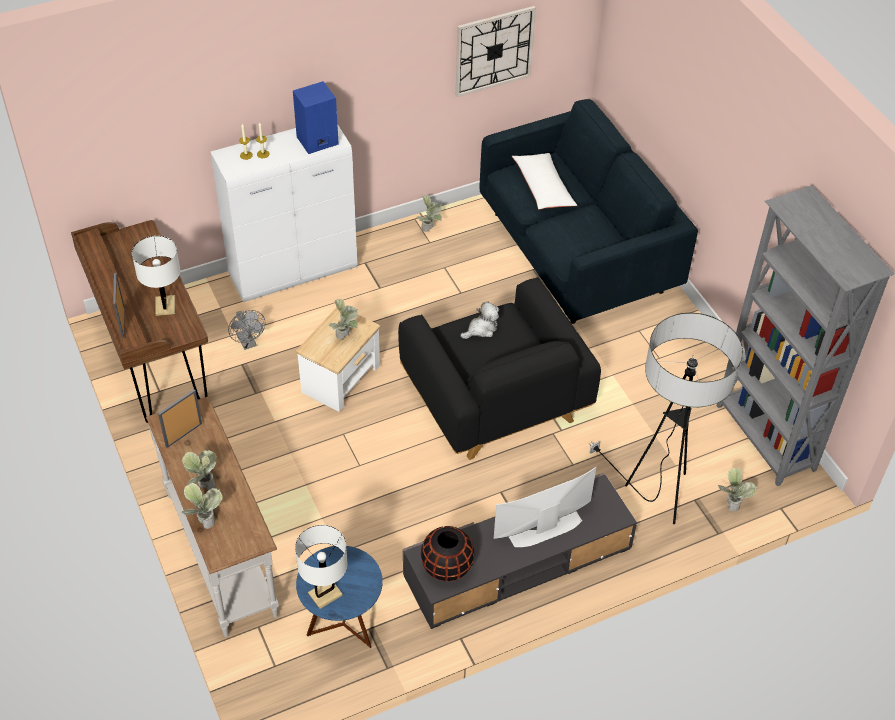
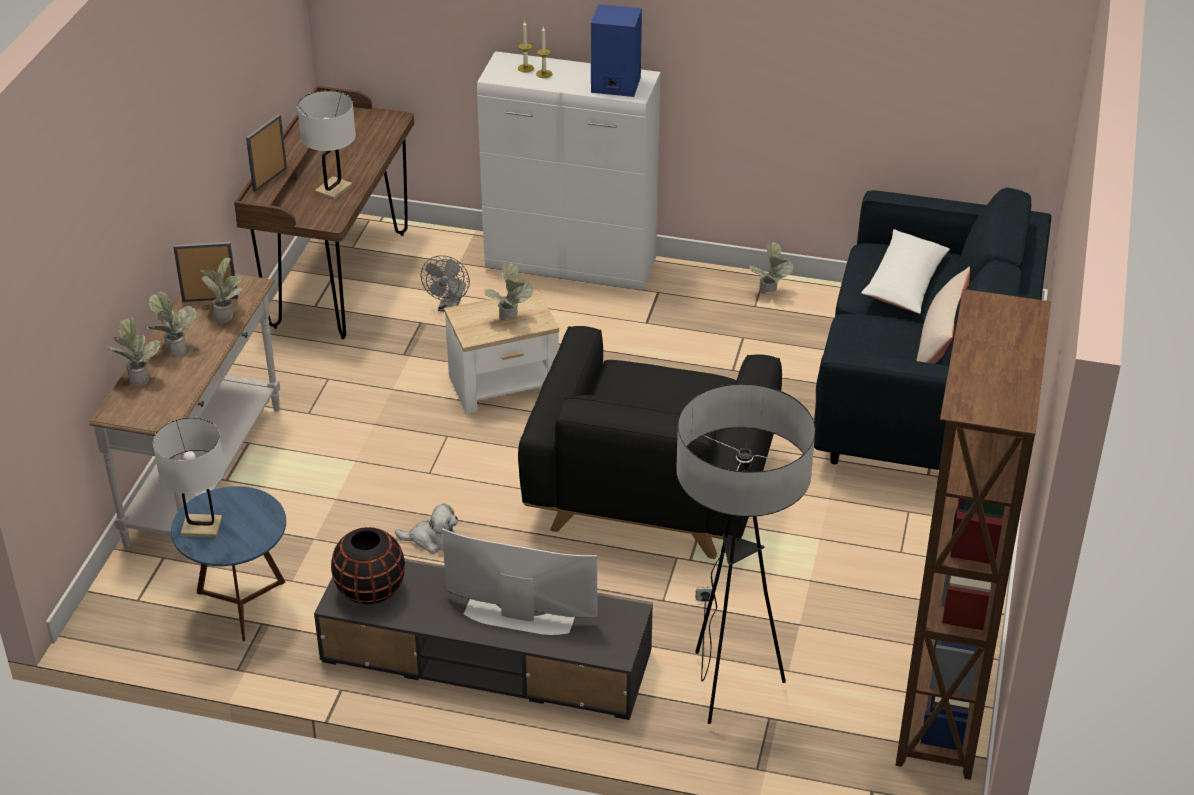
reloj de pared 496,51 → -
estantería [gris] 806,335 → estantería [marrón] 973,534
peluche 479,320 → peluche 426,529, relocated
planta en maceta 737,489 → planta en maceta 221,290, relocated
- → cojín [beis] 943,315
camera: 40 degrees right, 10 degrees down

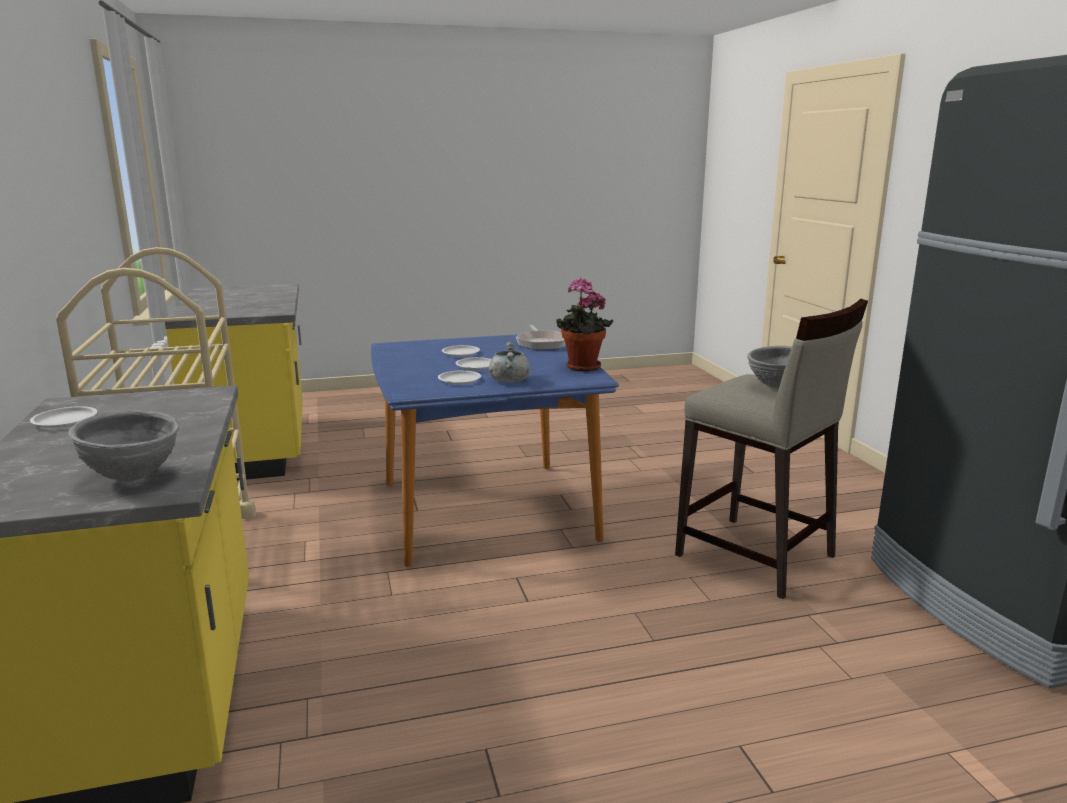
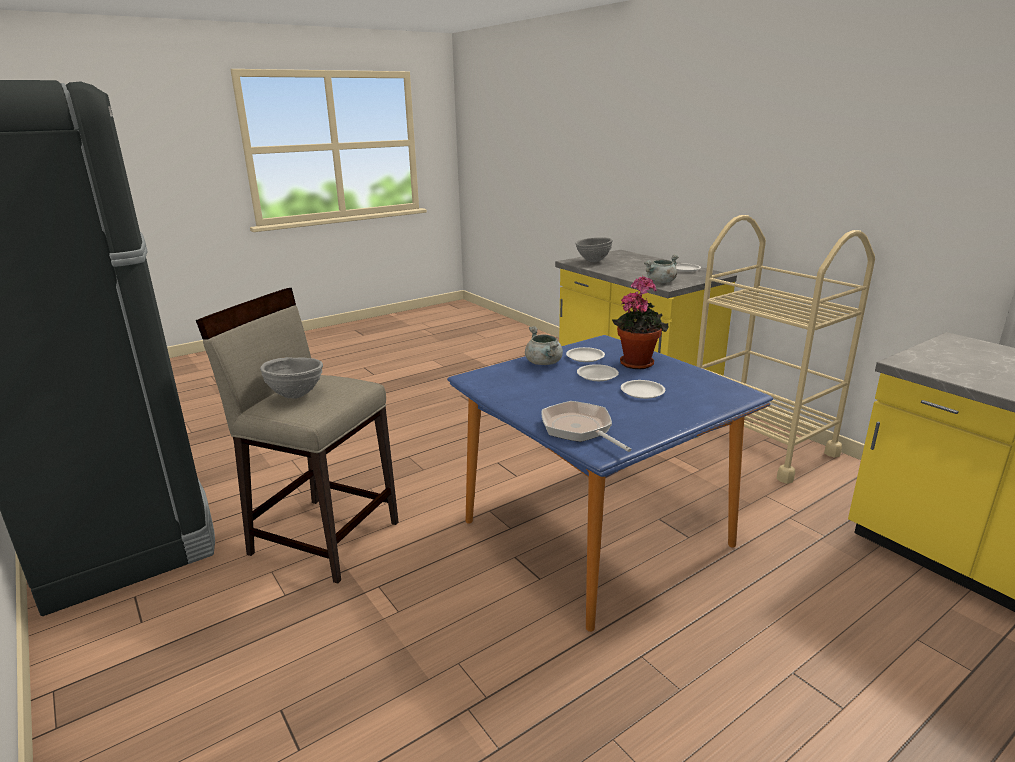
planta en maceta 585,324 → planta en maceta 640,322, relocated
- → olla [gris] 661,269
camera: 160 degrees right, 5 degrees up

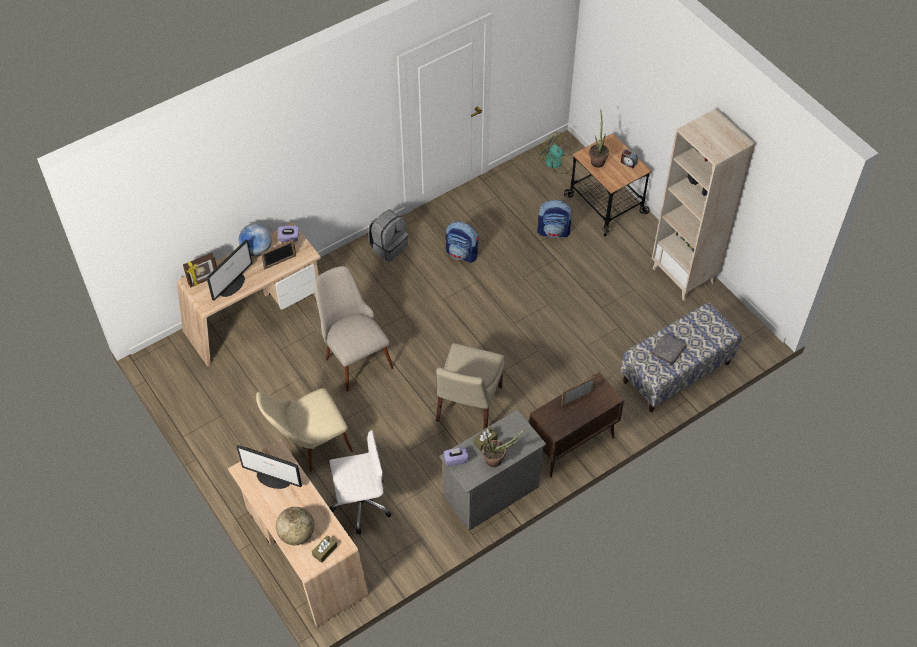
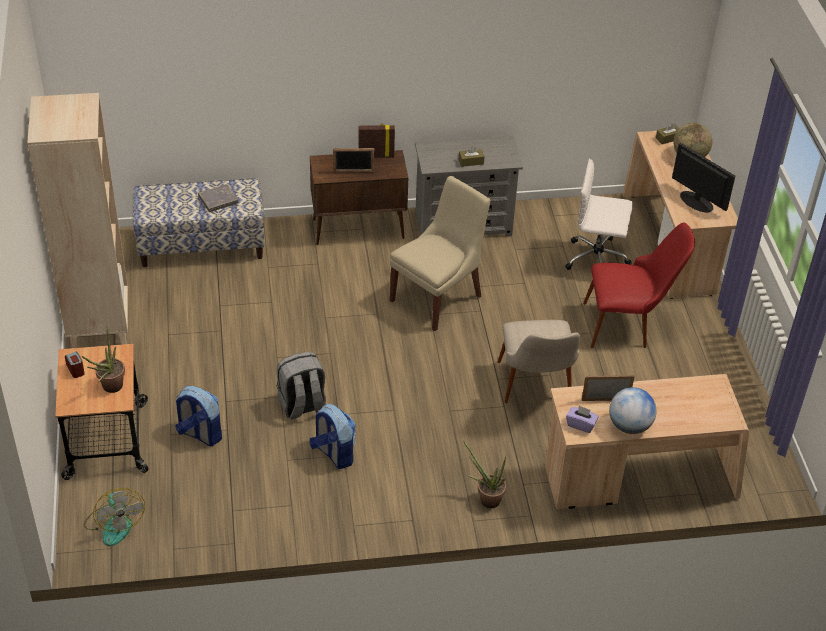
mochila [gris] 388,236 → mochila [gris] 301,385, relocated
monitor 229,270 → -
portarretratos 200,270 → portarretratos 377,141, relocated
silla [beis] 304,430 → silla [rojo] 639,285
planta en maceta 503,448 → planta en maceta 484,474, relocated
caja de pañuelos [morado] 456,456 → -
camera: 155 degrees left, 10 degrees down

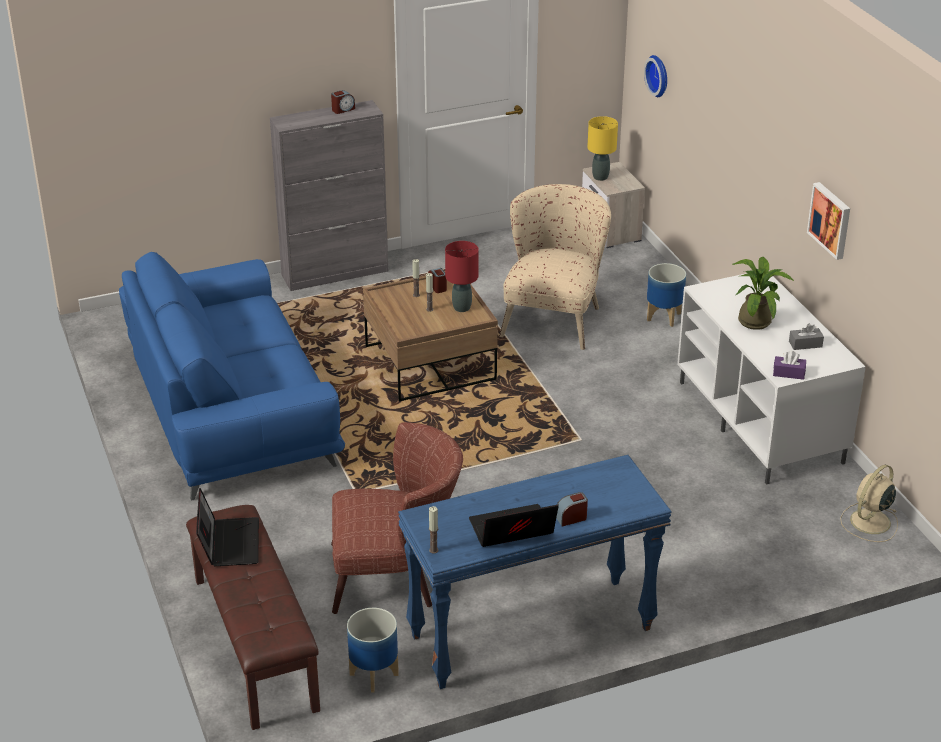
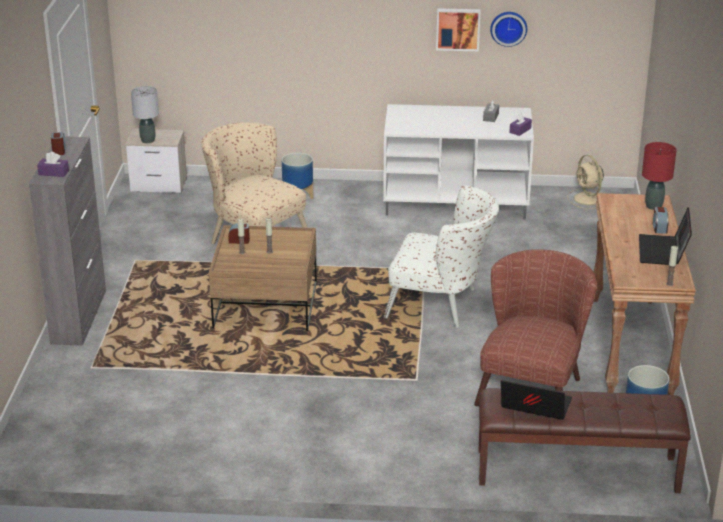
reloj de pared 655,76 → reloj de pared 508,29, relocated
lámpara de mesa [amarillo] 602,148 → lámpara de mesa [gris] 145,115
lámpara de mesa [rojo] 462,276 → lámpara de mesa [rojo] 659,176, relocated
sofá [azul] 232,376 → -
planta en maceta 763,293 → -
mesa consola [azul] 535,572 → mesa consola [marrón] 645,294
- → caja de pañuelos [morado] 53,164
- → sillón [blanco] 441,256
camera: 65 degrees left, 5 degrees down

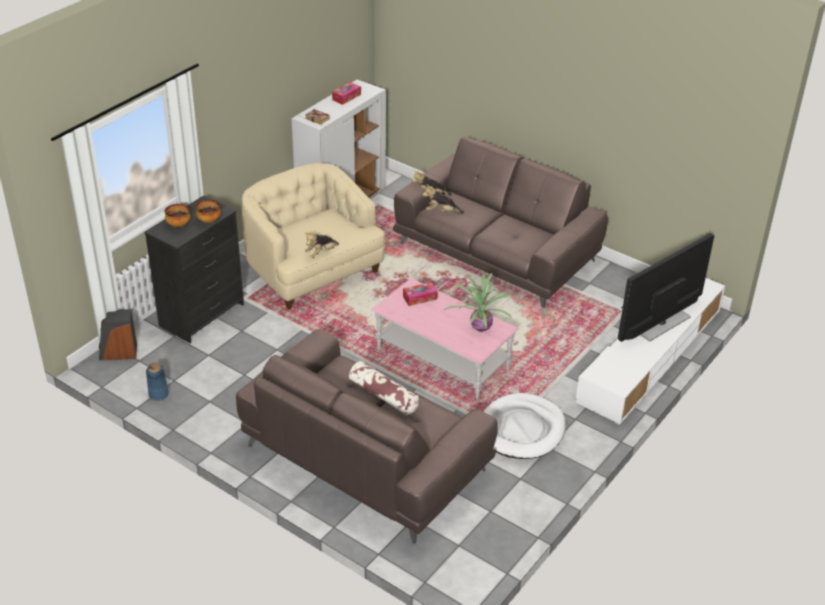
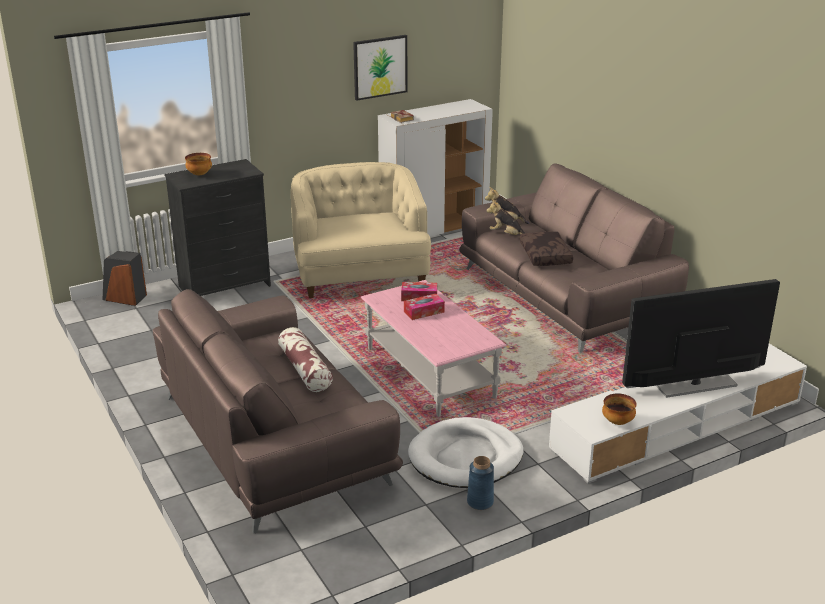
caja de pañuelos 346,93 → caja de pañuelos 424,307, relocated
cuenco 208,211 → cuenco 619,409, relocated
peluche 322,245 → -
planta en maceta 478,302 → -
florero [azul] 157,381 → florero [azul] 480,483, relocated
- → cuadro 380,68
- → cojín [marrón] 546,248
camera: 25 degrees right, 10 degrees down

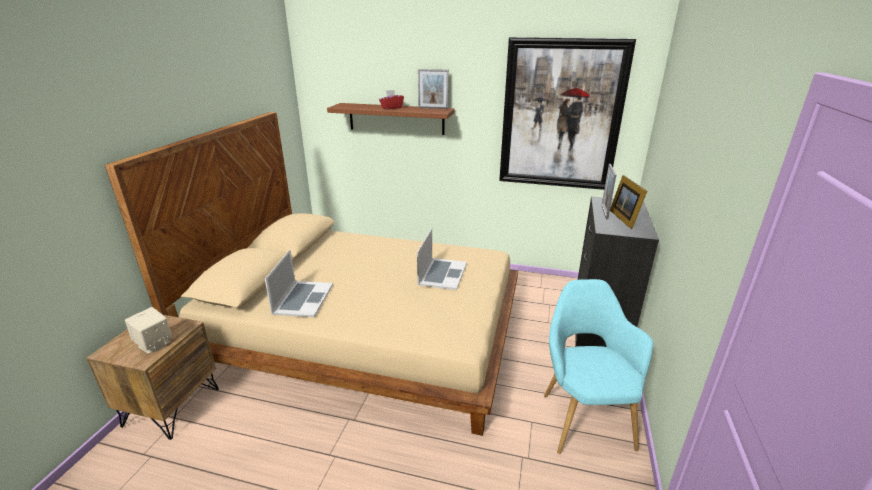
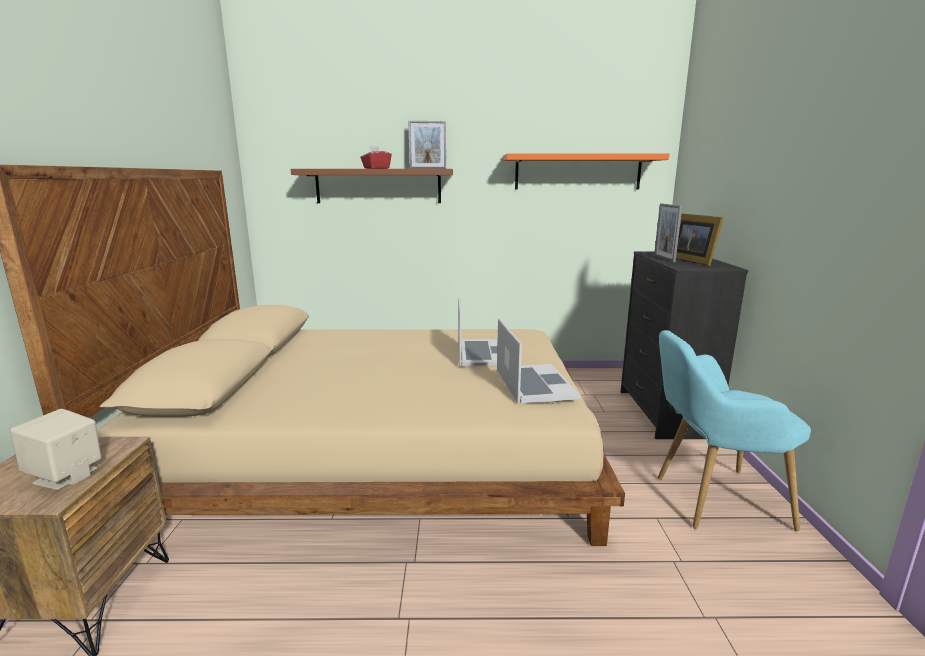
cuadro 567,113 → estante [naranja] 586,171
portátil 299,283 → portátil 539,360, relocated
sillón [turquesa] 598,366 → sillón [turquesa] 734,430, 75 degrees counterclockwise
camera: 15 degrees left, 10 degrees down

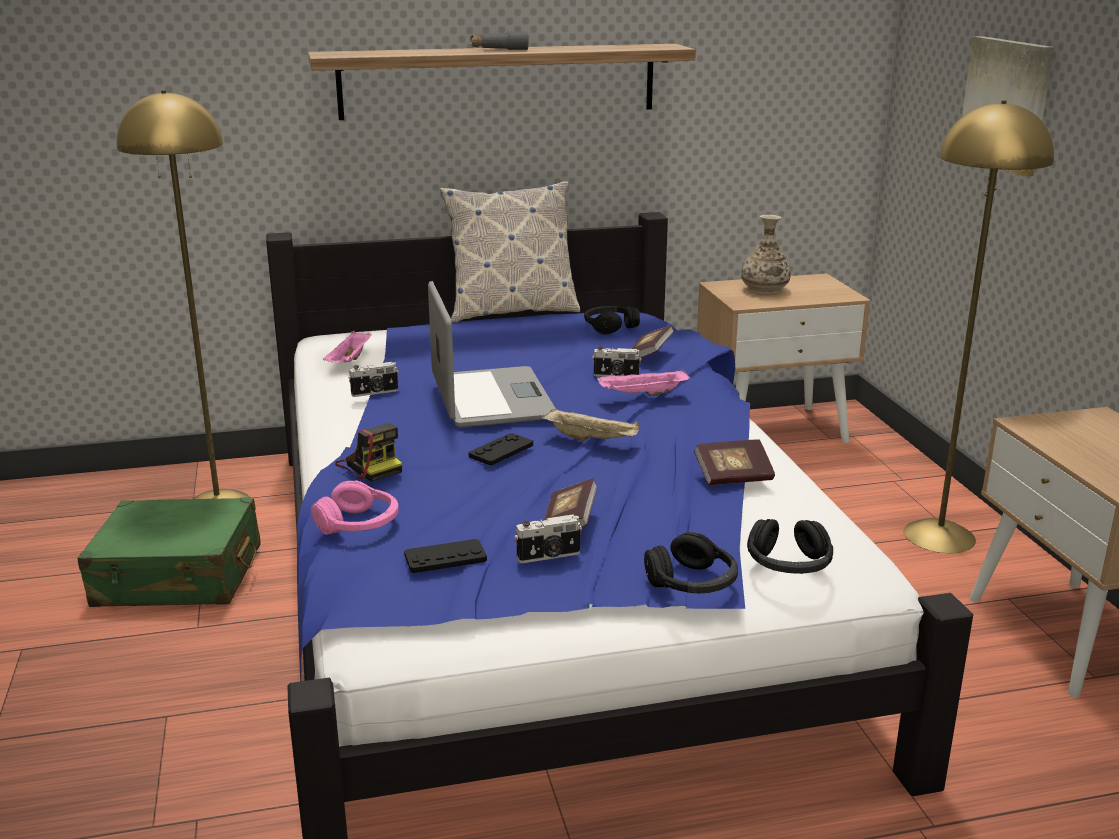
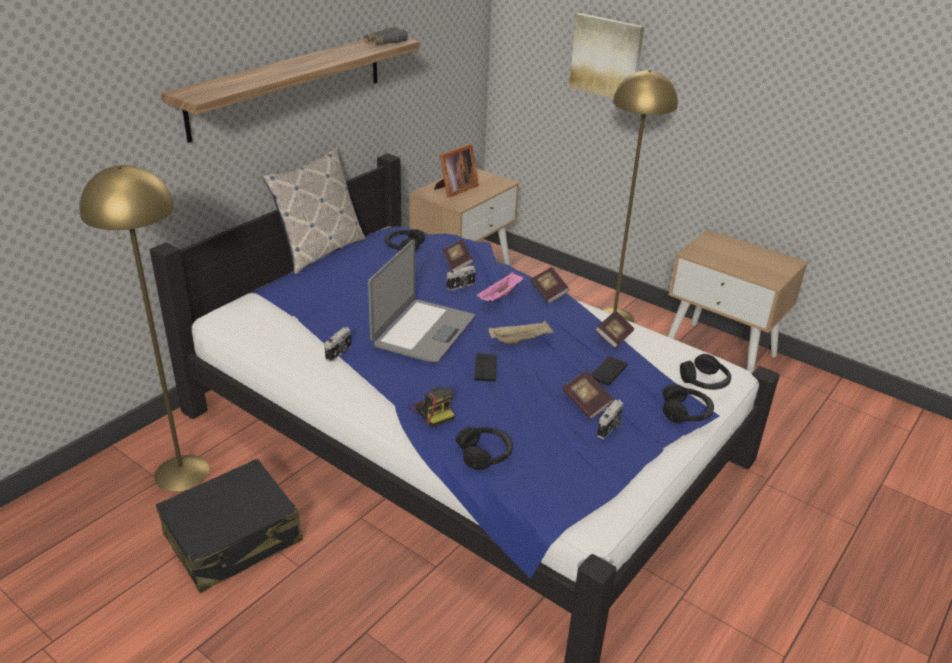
prismáticos [gris] 499,40 → prismáticos [gris] 385,35, relocated
florero 766,255 → portarretratos 456,171
portátil 492,354 → portátil 421,301, 75 degrees clockwise
bandeja [rosa] 347,347 → -
cámara 368,452 → cámara 431,407, 45 degrees clockwise
auriculares [rosa] 355,507 → auriculares [negro] 484,448
maleta [verde] 169,552 → maleta [negro] 229,526
mando de consola [negro] 445,556 → mando de consola [negro] 609,371, relocated
- → libro 550,285
camera: 40 degrees left, 10 degrees up

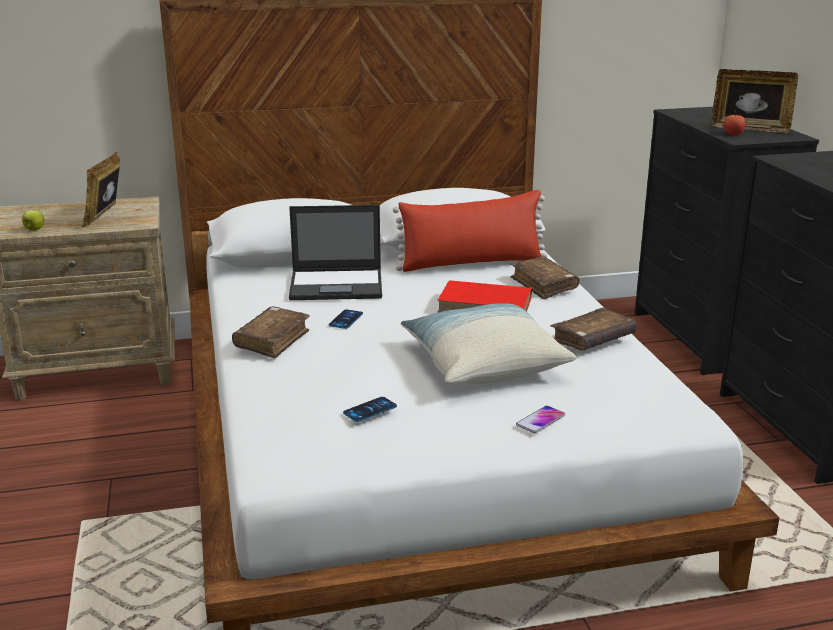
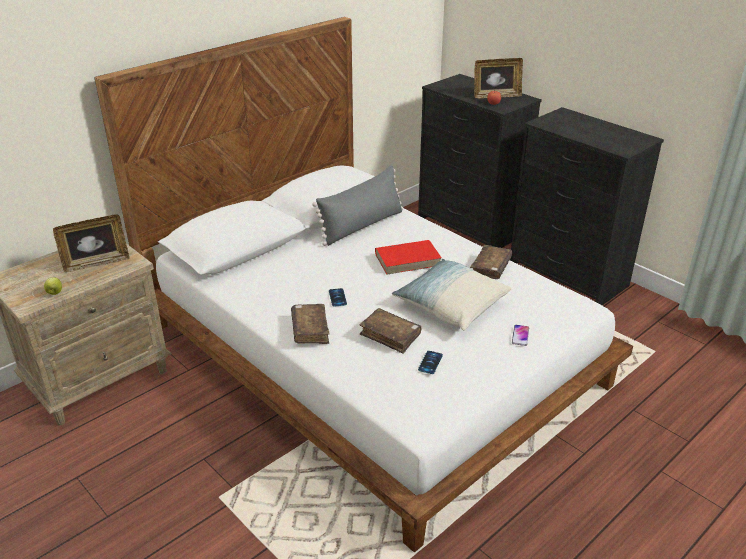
portarretratos 101,189 → portarretratos 91,243, 90 degrees counterclockwise
cojín [rojo] 470,231 → cojín [gris] 358,206
portátil 335,252 → -
libro [marrón] 544,277 → libro [marrón] 390,331, relocated
camera: 30 degrees left, 10 degrees up

